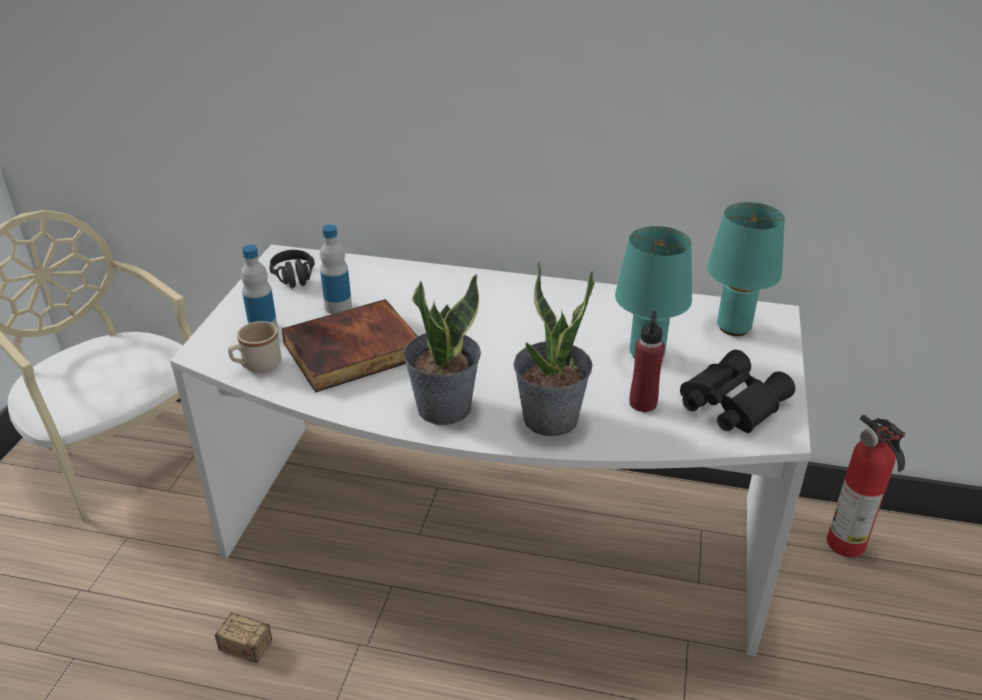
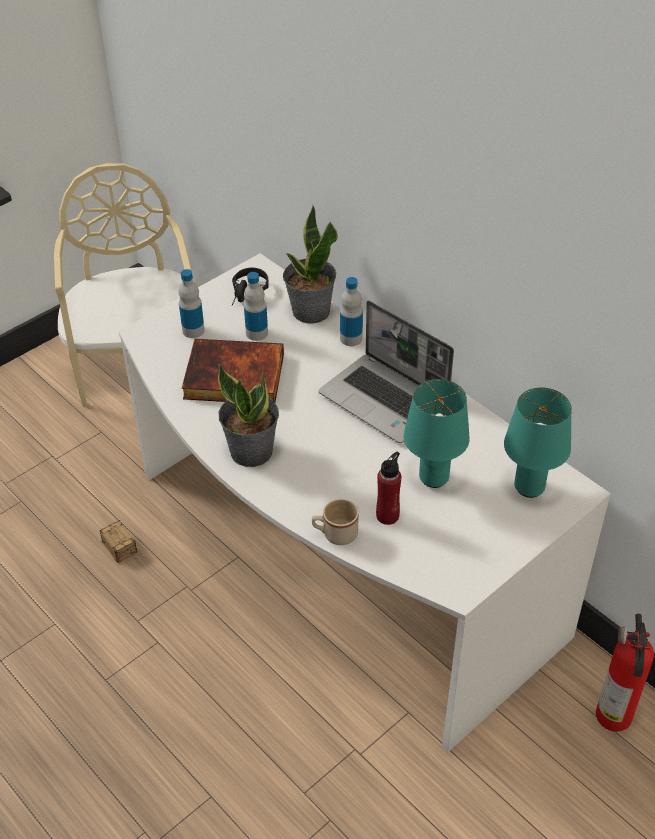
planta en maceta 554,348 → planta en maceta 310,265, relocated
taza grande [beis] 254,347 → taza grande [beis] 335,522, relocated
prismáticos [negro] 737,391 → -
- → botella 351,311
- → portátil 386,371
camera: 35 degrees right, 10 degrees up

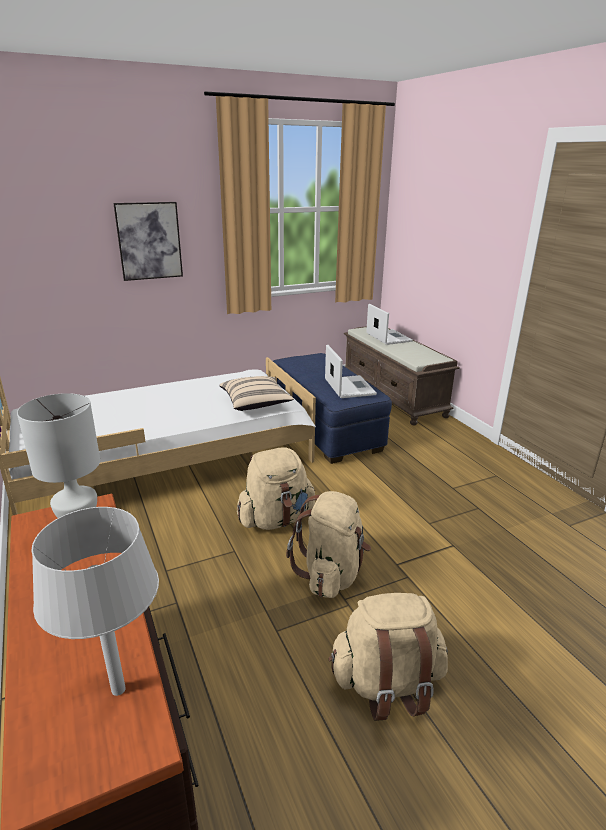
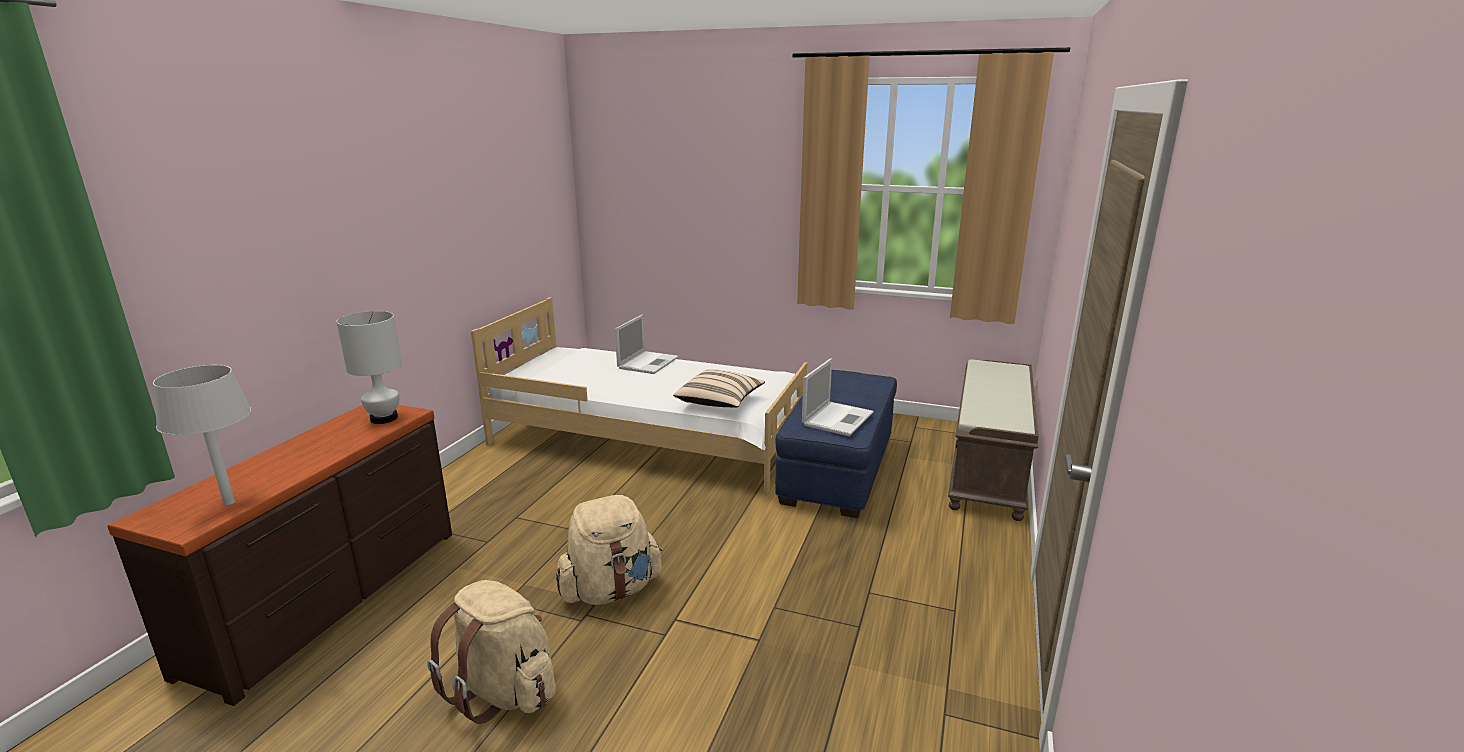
cuadro 148,241 → -
portátil 389,324 → portátil 646,344, relocated
mochila [beis] 276,488 → -
camera: 45 degrees right, 5 degrees down

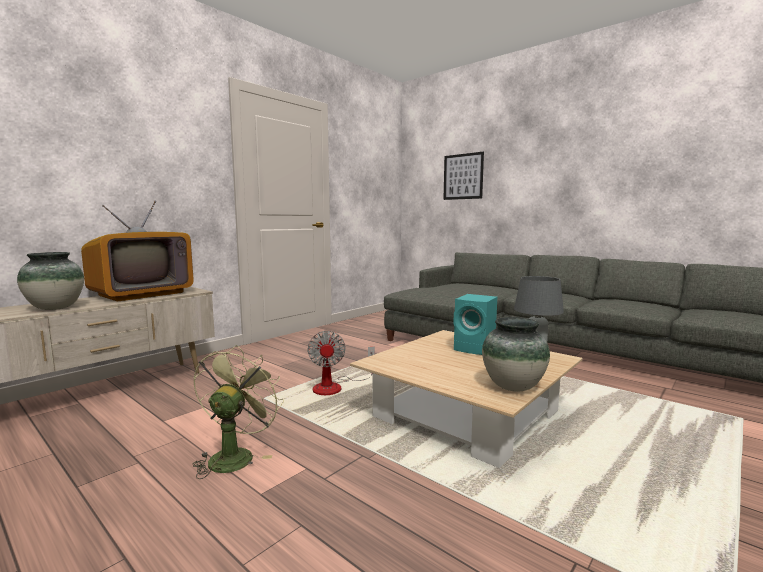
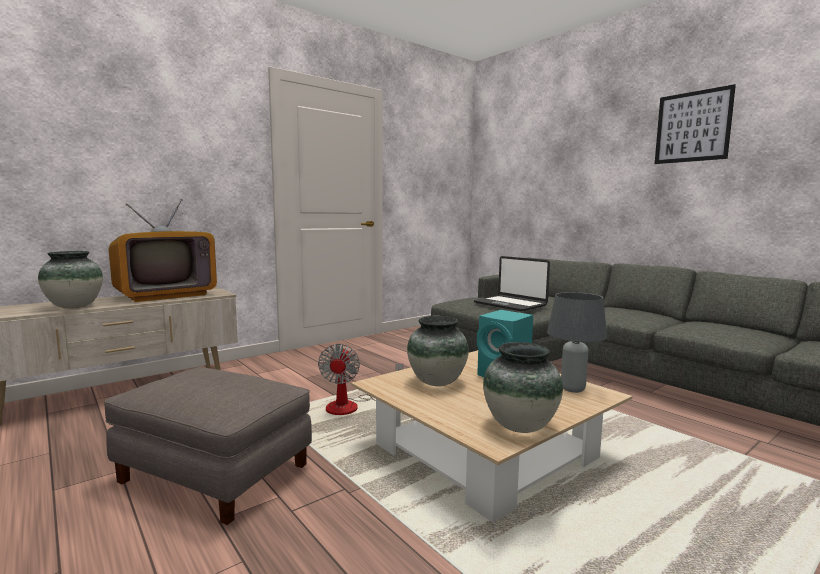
cuadro 463,176 → cuadro 695,124, relocated
ventilador [verde] 238,412 → puf [gris] 208,446
- → portátil 512,284
- → florero 438,351
camera: 10 degrees right, 0 degrees up

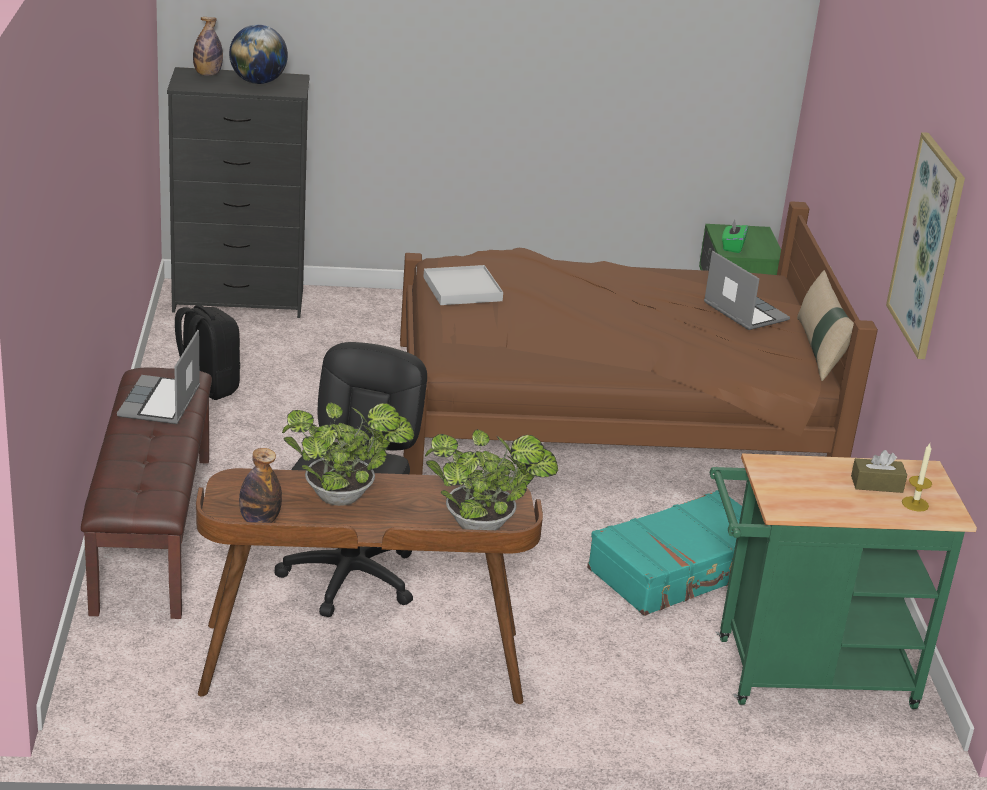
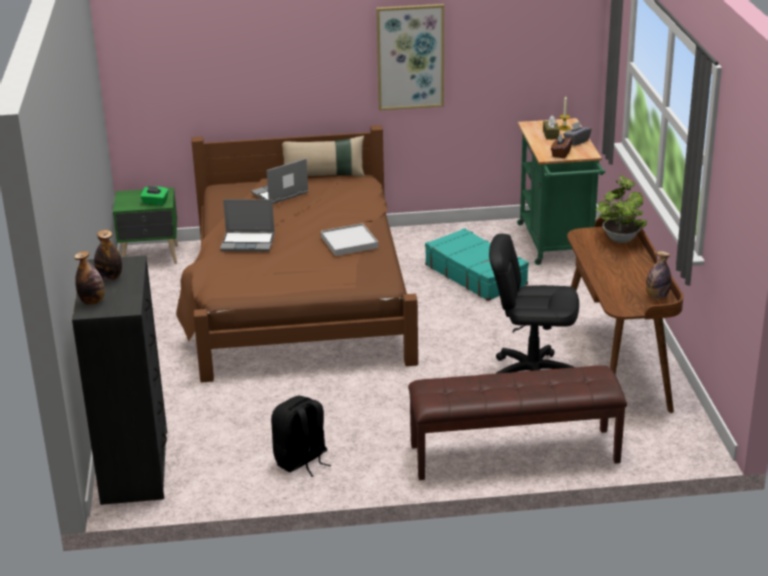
globo terráqueo 258,54 → botella 108,255
bandeja [blanco] 463,285 → bandeja [blanco] 349,239, relocated
portátil 158,377 → portátil 247,225, relocated
planta en maceta 348,454 → -
- → caja de pañuelos [gris] 577,133
- → caja de pañuelos [marrón] 562,146
camera: 90 degrees left, 0 degrees up

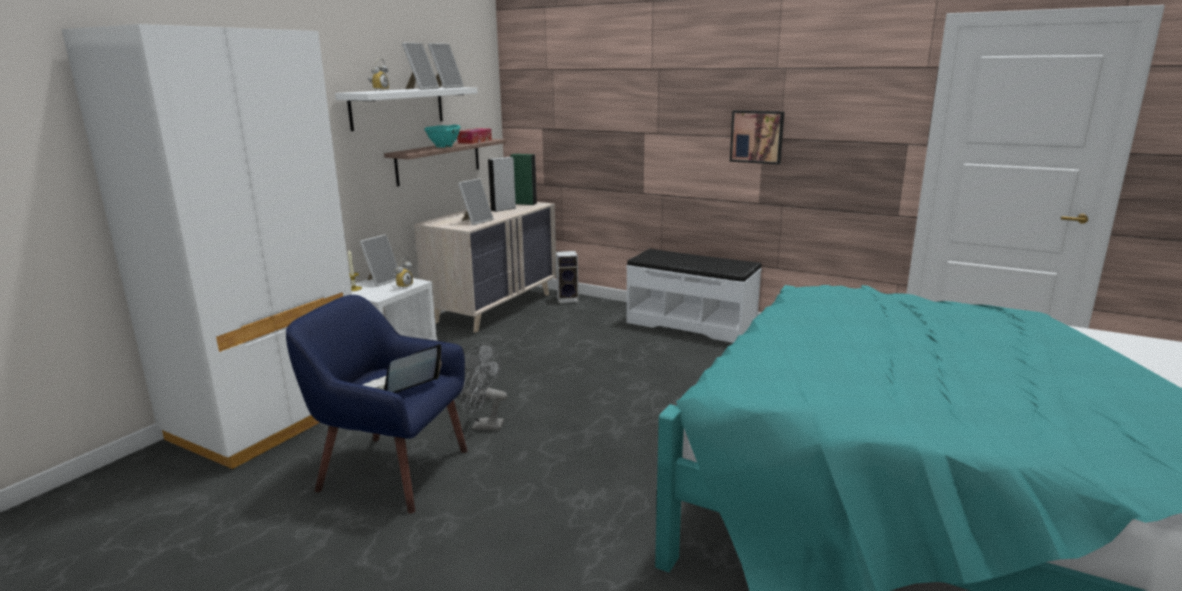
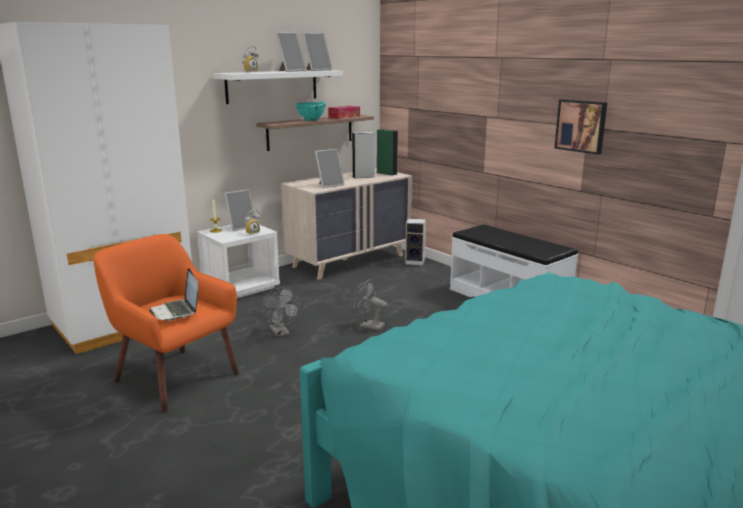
sillón [azul] 377,404 → sillón [naranja] 166,323
portátil 402,368 → portátil 173,294, 90 degrees counterclockwise
ventilador [gris] 483,398 → ventilador [gris] 370,305, relocated
camera: 20 degrees right, 0 degrees up

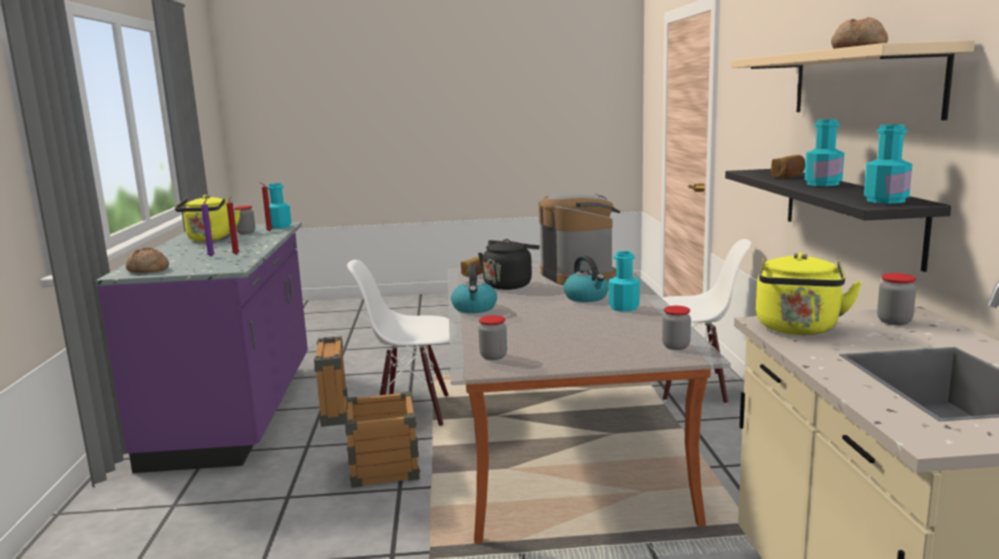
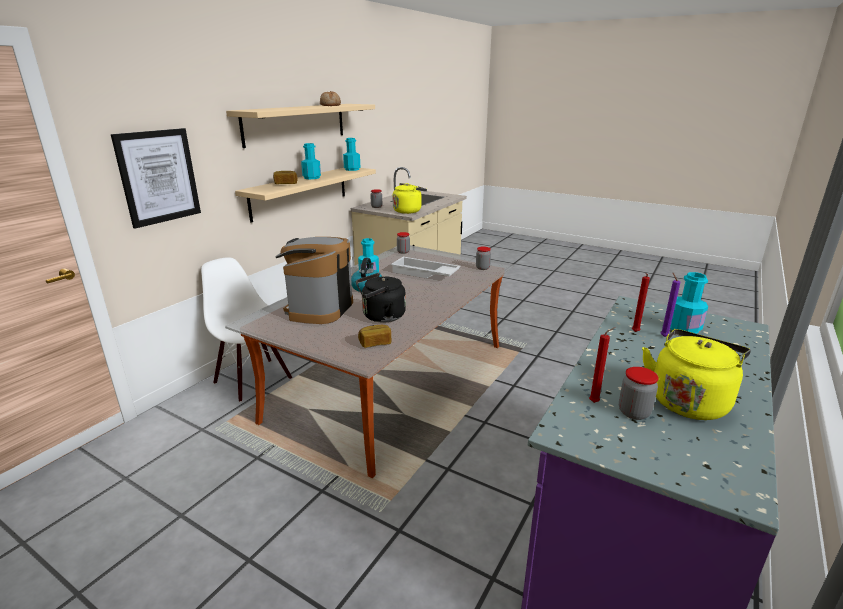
estante [negro] 838,220 → estante [beis] 305,195
botella [turquesa] 280,206 → botella [turquesa] 689,303, relocated
pan 147,260 → -
silla [blanco] 398,343 → -
hervidor 474,289 → -
caja de embalaje 367,412 → -
- → cuadro 156,178
- → bandeja [blanco] 425,268
camera: 145 degrees left, 10 degrees up

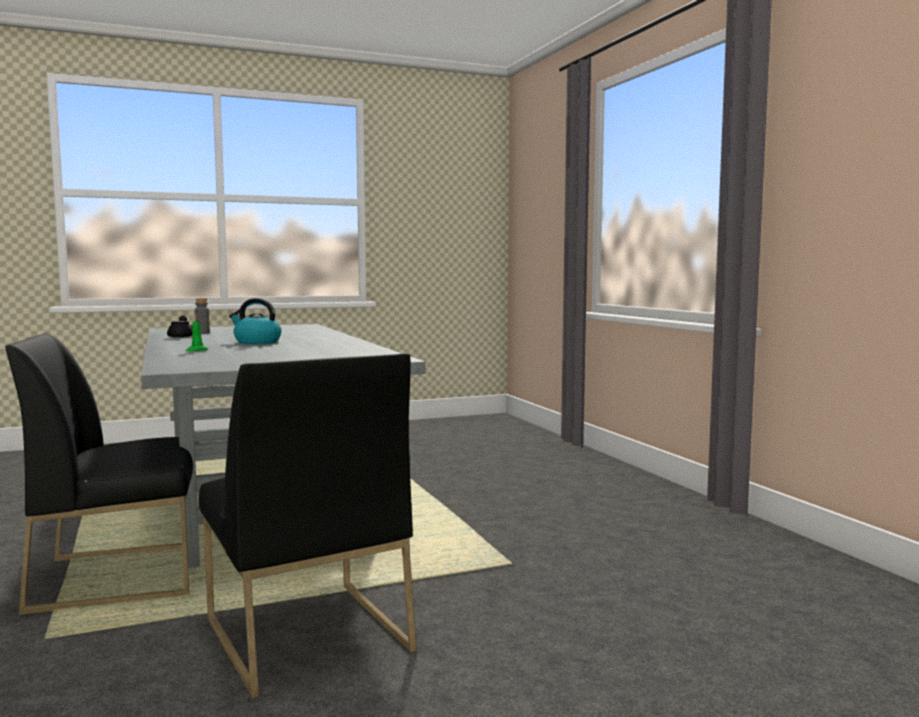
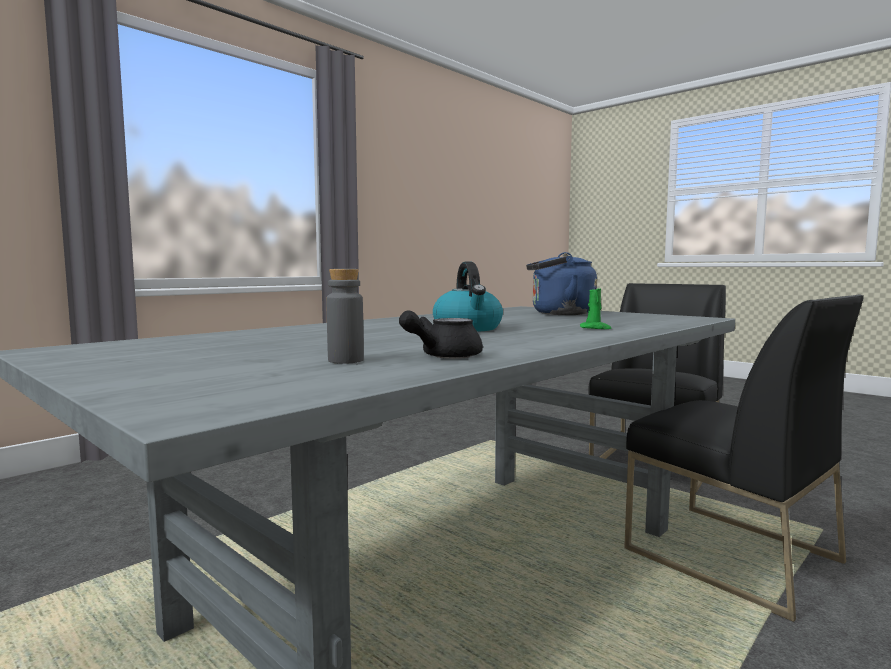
- → hervidor [azul] 561,283
camera: 115 degrees left, 0 degrees up

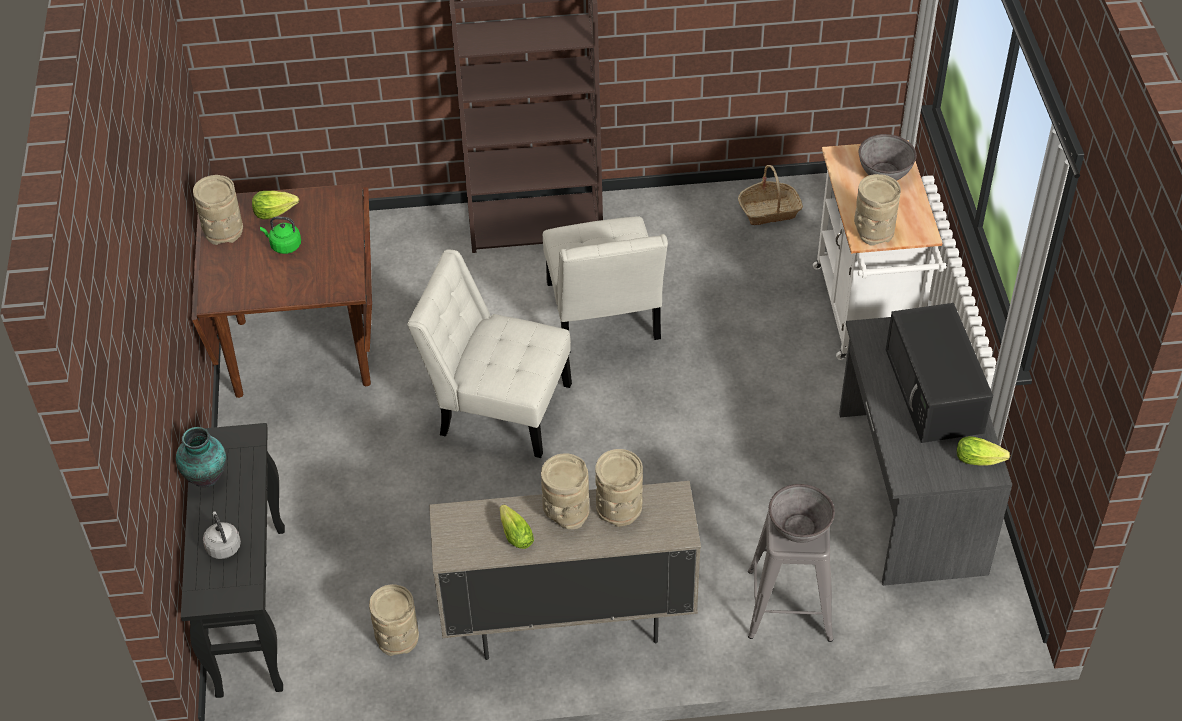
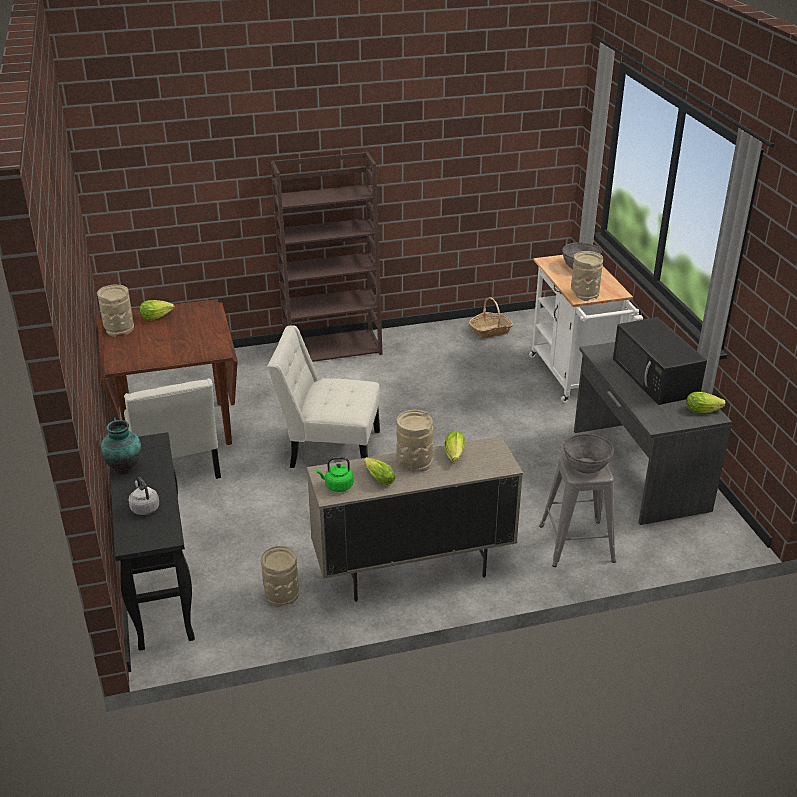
silla [blanco] 605,278 → silla [blanco] 172,428, relocated
hervidor [verde] 280,235 → hervidor [verde] 335,474, relocated
florero [beis] 619,488 → lechuga 454,446
camera: 10 degrees left, 15 degrees down

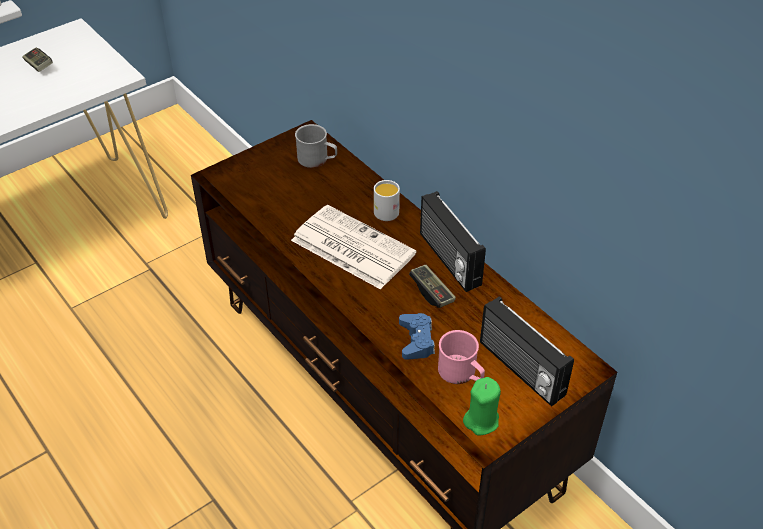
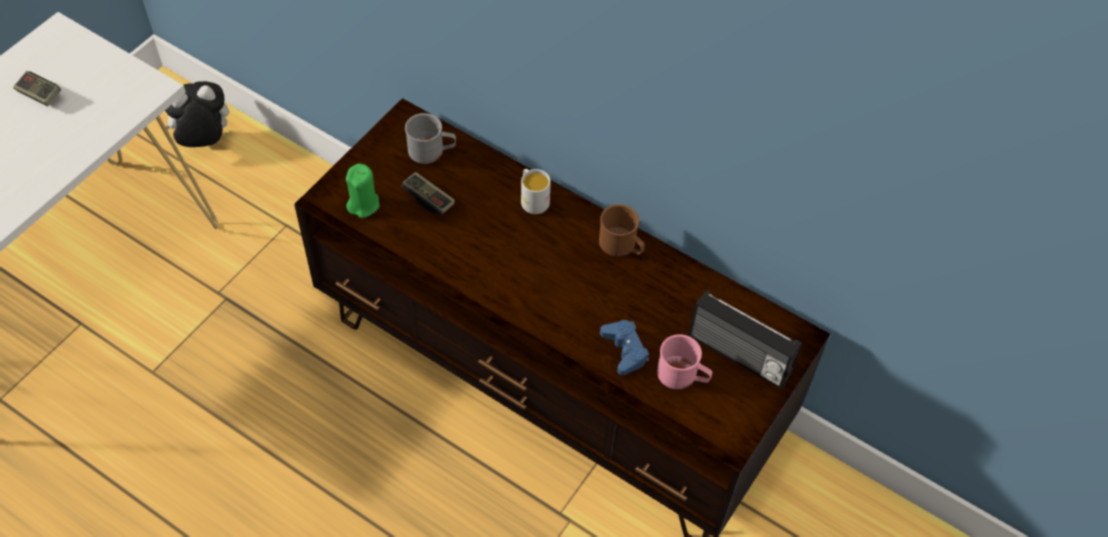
radio 453,241 → taza grande [marrón] 622,230
periódico 353,247 → -
mando de consola 432,286 → mando de consola 428,193, relocated
vela [verde] 482,406 → vela [verde] 363,190, relocated
- → peluche 197,114
camera: 20 degrees left, 10 degrees up

